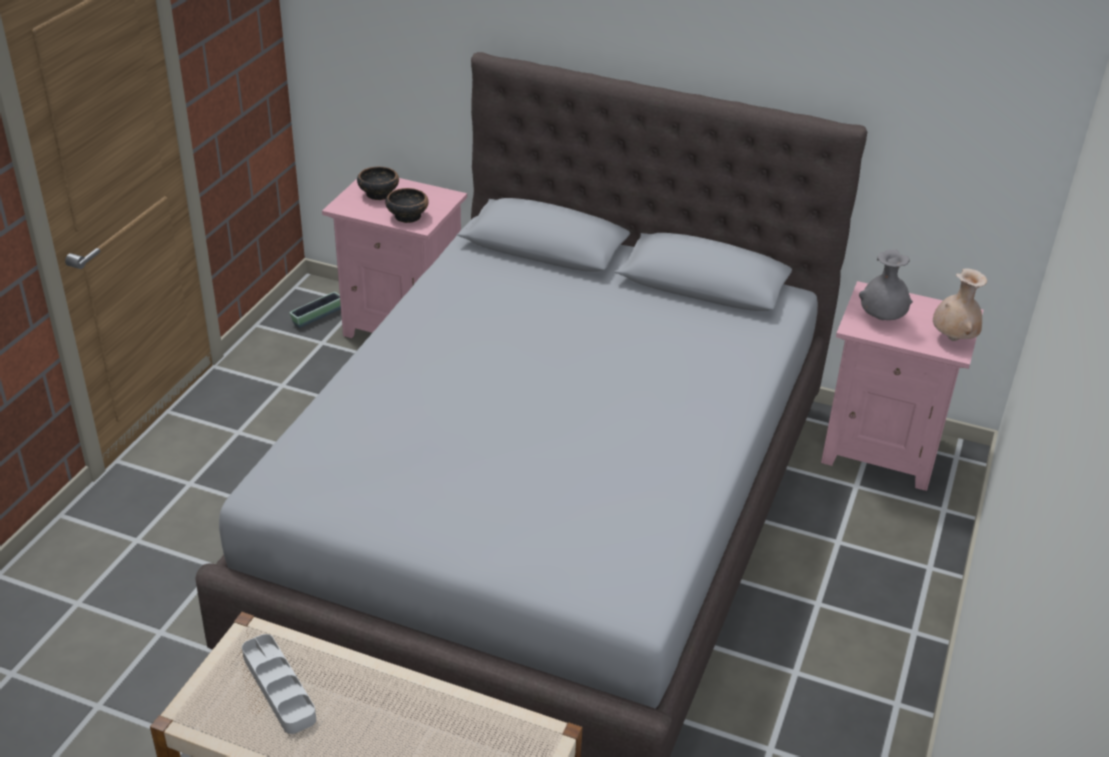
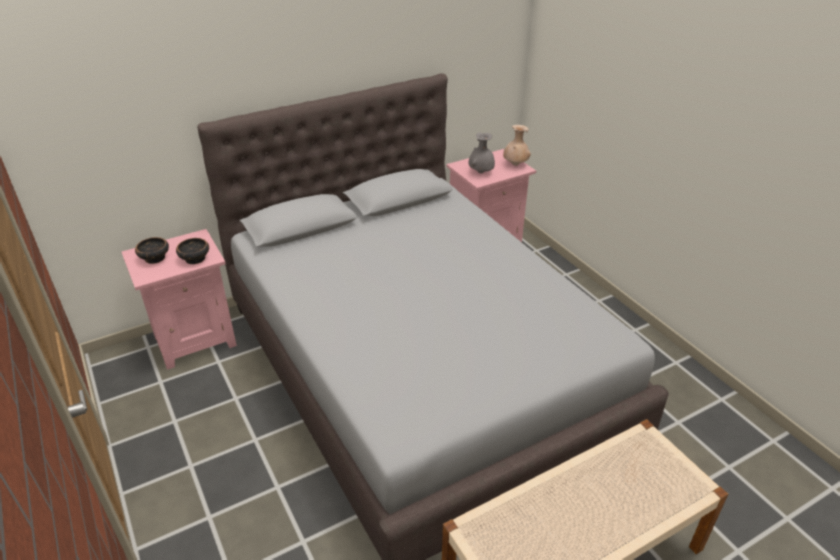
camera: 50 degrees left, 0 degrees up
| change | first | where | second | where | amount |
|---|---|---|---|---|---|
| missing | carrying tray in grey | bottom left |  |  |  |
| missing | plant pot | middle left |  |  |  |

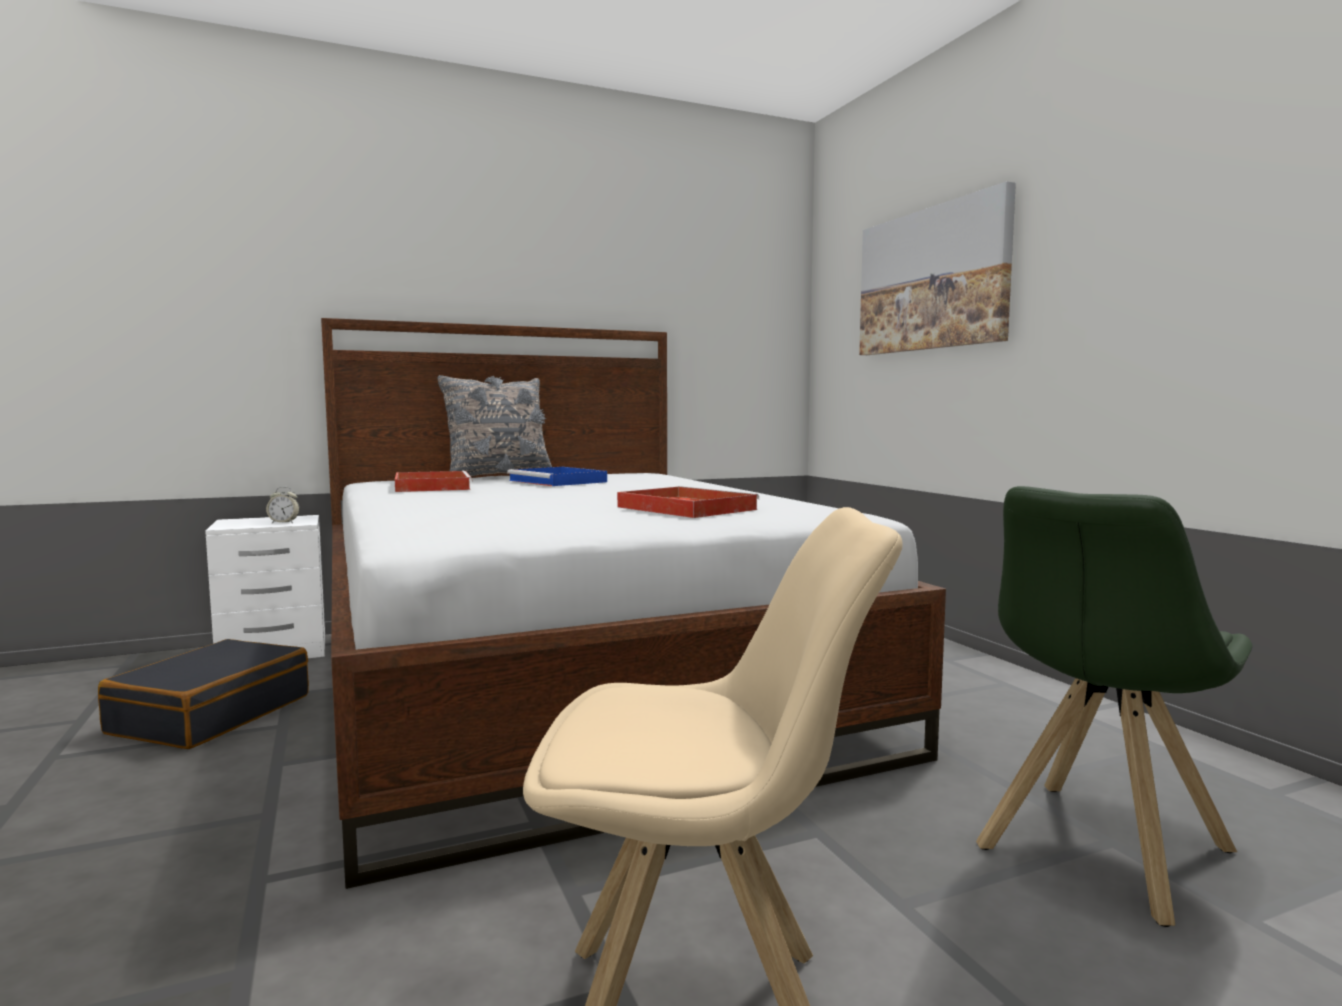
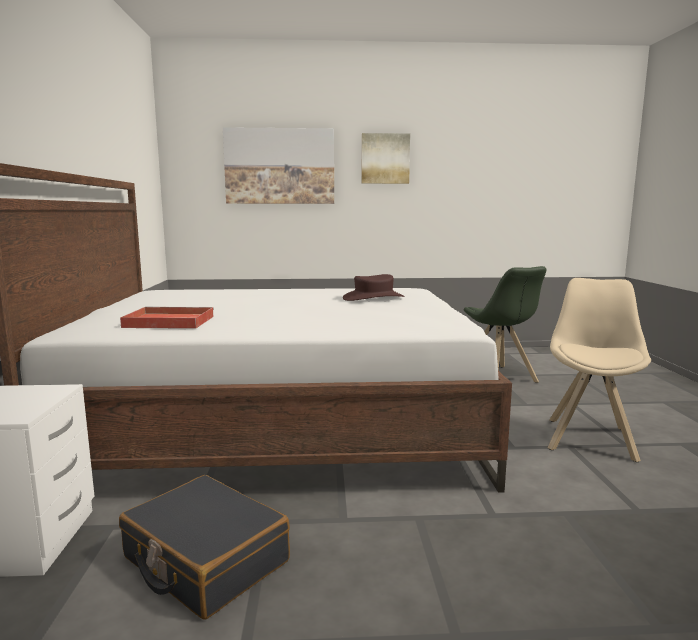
camera: 70 degrees left, 5 degrees up
| change | first | where | second | where | amount |
|---|---|---|---|---|---|
| exchanged | carrying tray in reddish (no. 2 from left) | centre | clothing hat in brown | centre |  |
| appeared |  |  | wall picture (no. 2 from left) | top centre |  |
| missing | alarm clock | middle left |  |  |  |
| missing | throw pillow in grey | centre |  |  |  |
| missing | carrying tray in bluish | centre |  |  |  |

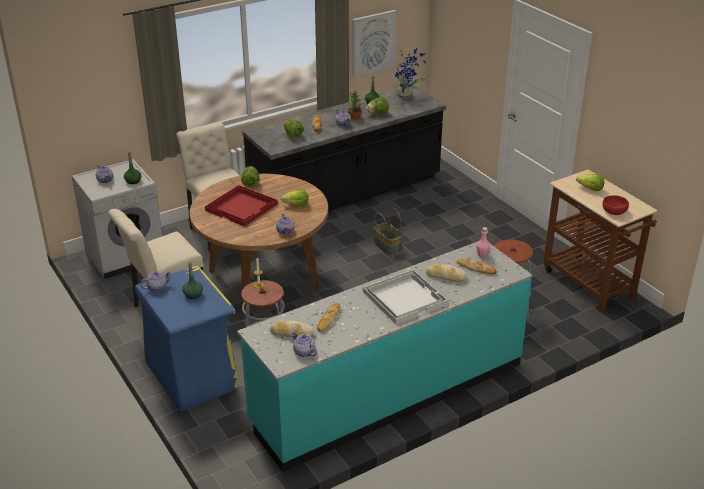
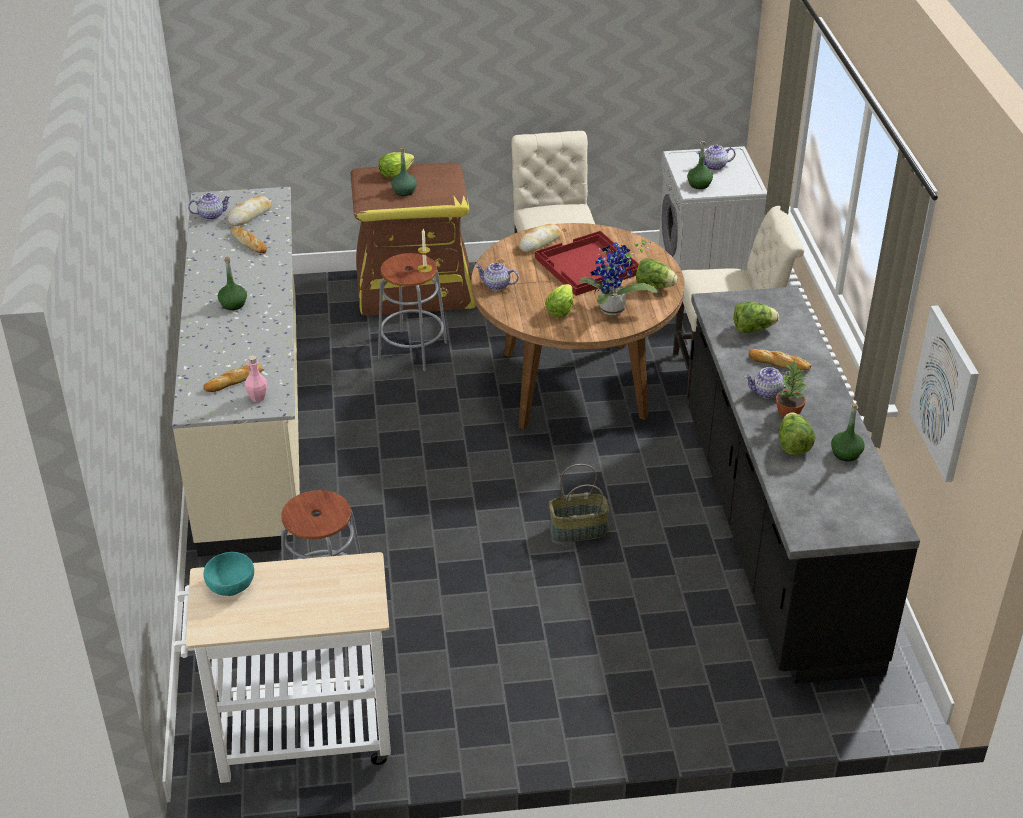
camera: 115 degrees right, 5 degrees up
| change | first | where | second | where | amount |
|---|---|---|---|---|---|
| colour | kitchen counter in blue-green | bottom centre | kitchen counter in beige | middle left |  |
| colour | cart in brown | middle right | cart in whitish | bottom left |  |
| colour | deep dish in reddish | middle right | deep dish in blue-green | bottom left |  |
| exchanged | carrying tray in whitish | centre | beverage bottle in green (no. 1 from left) | middle left |  |
| colour | bedside table in bluish | bottom left | bedside table in brown | top centre |  |
| relocated | lettuce head (no. 5 from left in the first image) | middle right | lettuce head (no. 1 from left) | top centre |  |
| relocated | baked bread (no. 4 from left) | centre |  | top centre |  |
| relocated | potted plant (no. 2 from left in the first image) | top centre | potted plant (no. 1 from left) | centre |  |
| missing | tea pot (no. 2 from left) | middle left |  |  |  |

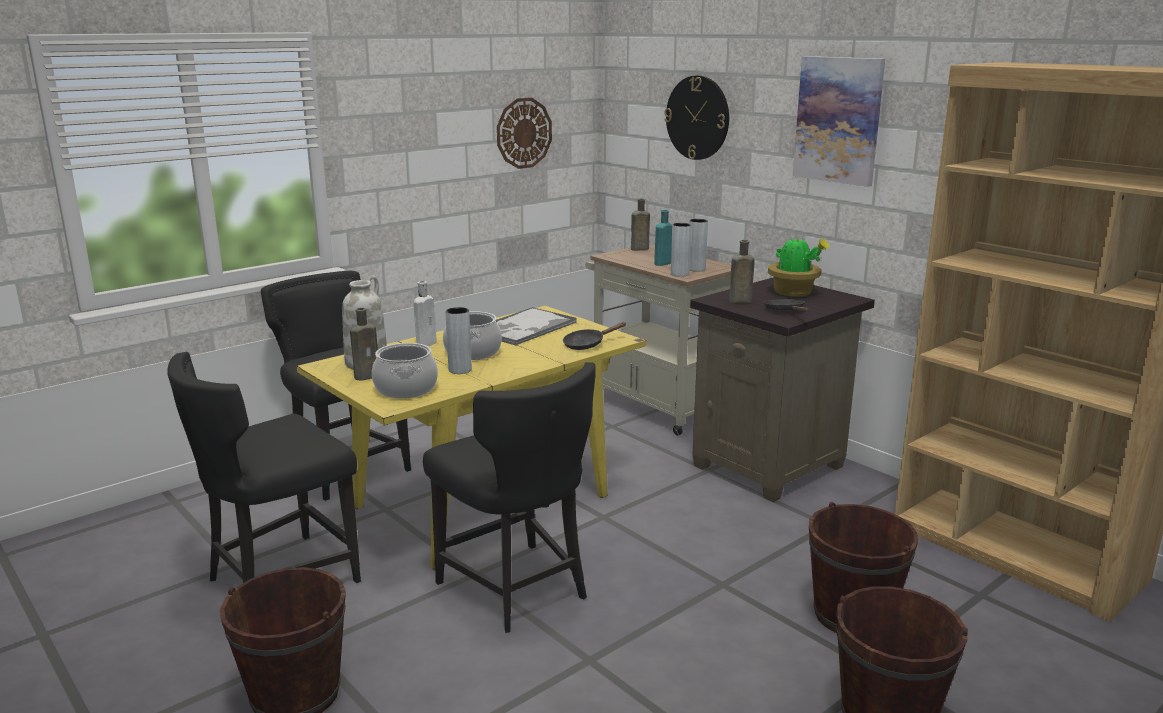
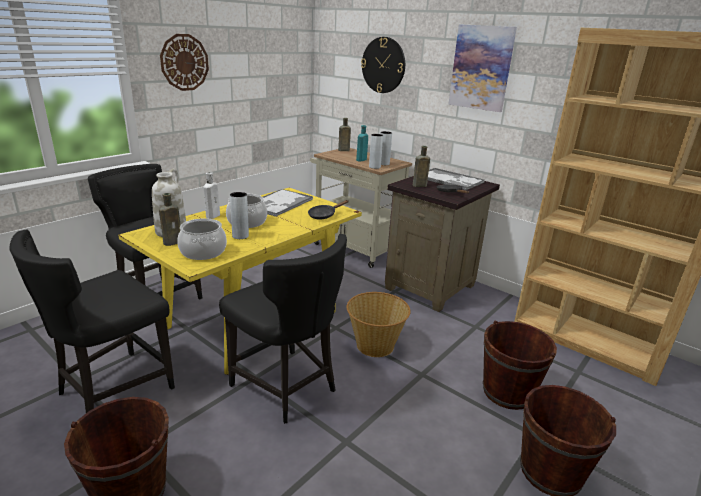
camera: 10 degrees left, 5 degrees up
| change | first | where | second | where | amount |
|---|---|---|---|---|---|
| relocated | wall clock (no. 1 from left) | top centre |  | top left |  |
| appeared |  |  | basket | centre |  |
| exchanged | potted plant | middle right | carrying tray (no. 2 from left) | centre |  |

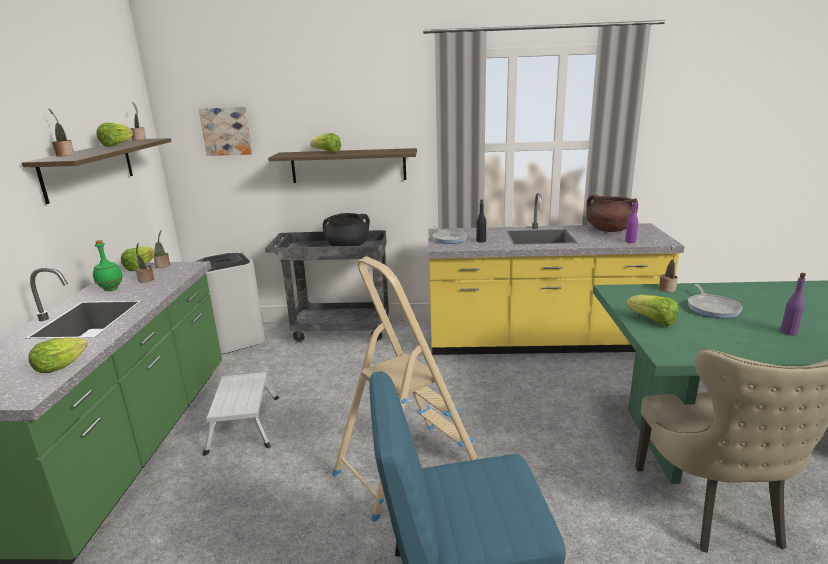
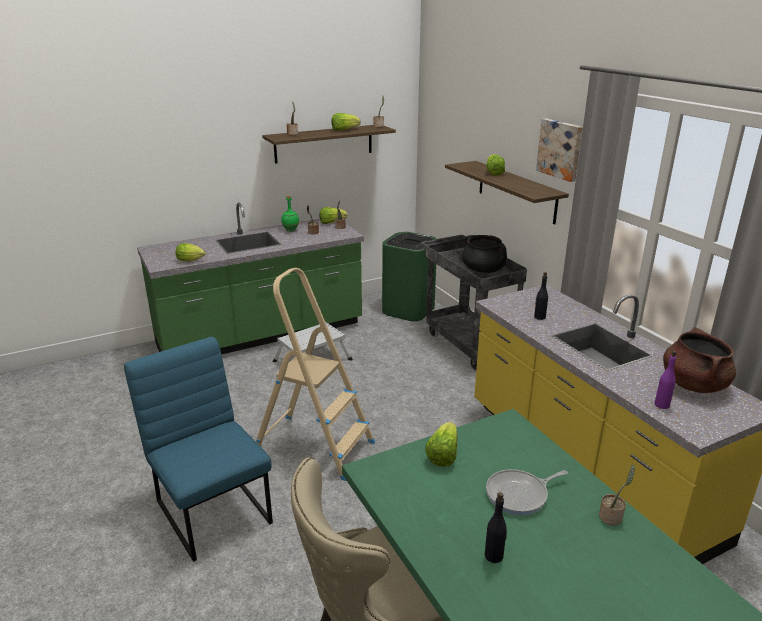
camera: 60 degrees right, 5 degrees up
| change | first | where | second | where | amount |
|---|---|---|---|---|---|
| colour | waste bin in whitish | middle left | waste bin in green | centre |  |
| colour | beverage bottle in purple (no. 2 from left) | middle right | beverage bottle in blackish (no. 1 from left) | bottom centre |  |
| relocated | wall picture | top left |  | top right |  |
| relocated | potted plant (no. 5 from left) | middle right |  | bottom right |  |
| missing | frying pan (no. 1 from left) | centre |  |  |  |

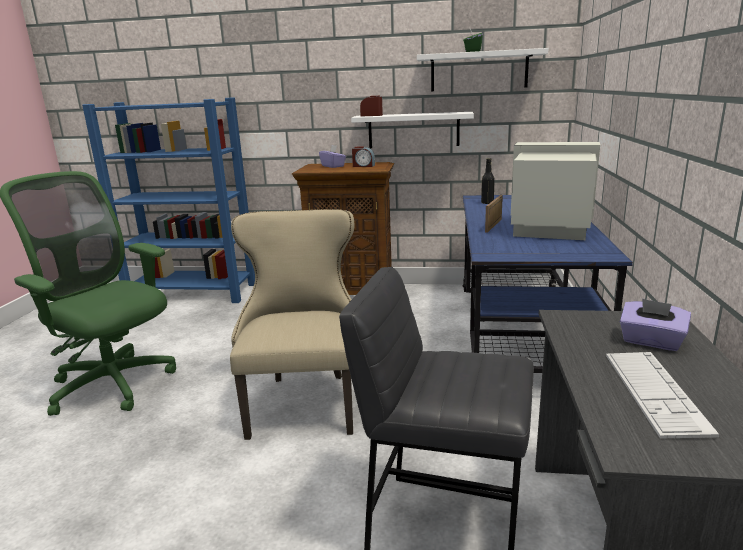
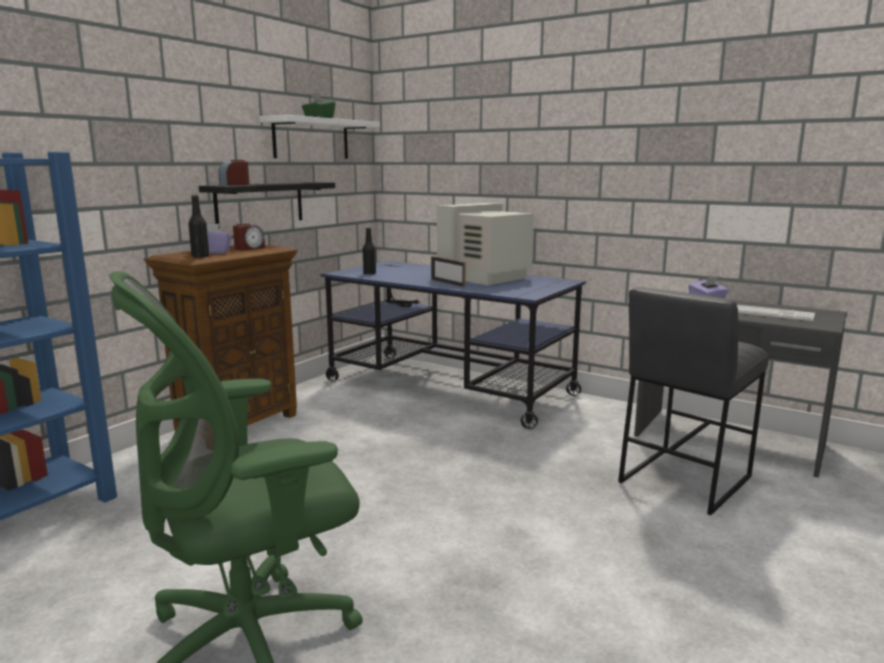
camera: 65 degrees left, 5 degrees down
| change | first | where | second | where | amount |
|---|---|---|---|---|---|
| appeared |  |  | beverage bottle in blackish (no. 1 from left) | middle left |  |
| colour | bracket shelf in whitish (no. 1 from left) | top centre | bracket shelf in blackish | top left |  |
| missing | upright chair in beige | centre |  |  |  |

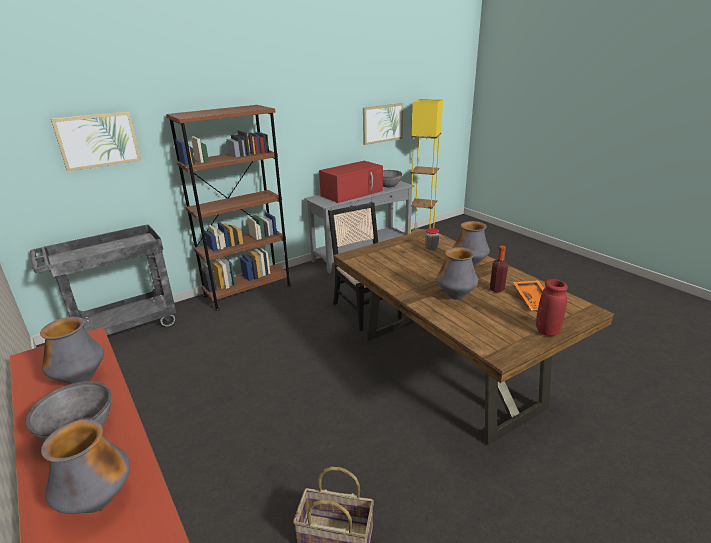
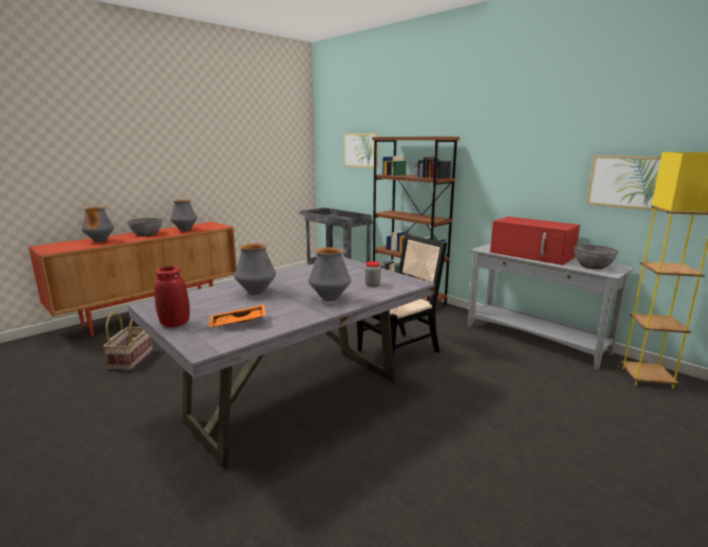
camera: 80 degrees right, 10 degrees down
| change | first | where | second | where | amount |
|---|---|---|---|---|---|
| colour | dinner table in brown | middle right | dinner table in grey | centre |  |
| missing | beverage bottle | middle right |  |  |  |

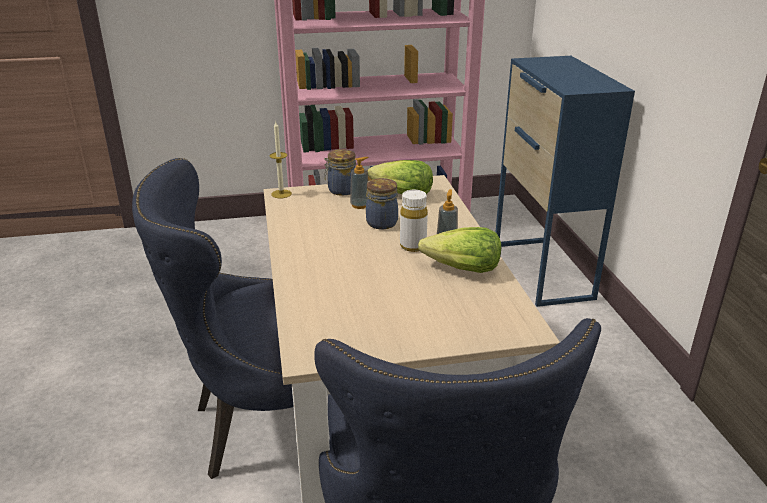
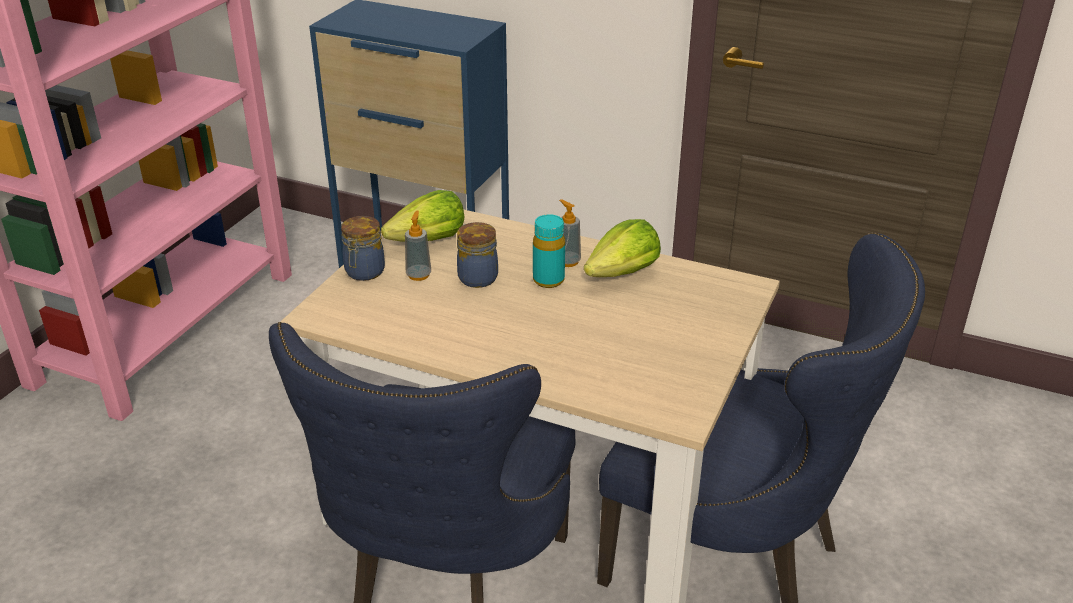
camera: 55 degrees left, 5 degrees up
| change | first | where | second | where | amount |
|---|---|---|---|---|---|
| colour | beverage bottle in whitish | centre | beverage bottle in blue-green | centre |  |
| missing | candle | top centre |  |  |  |

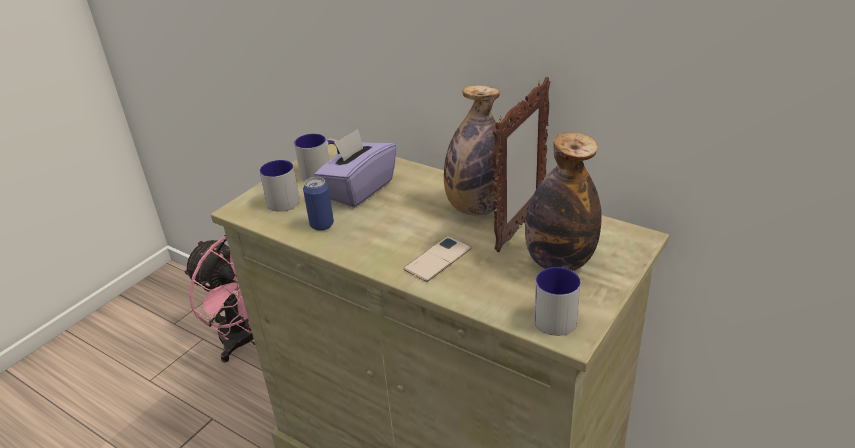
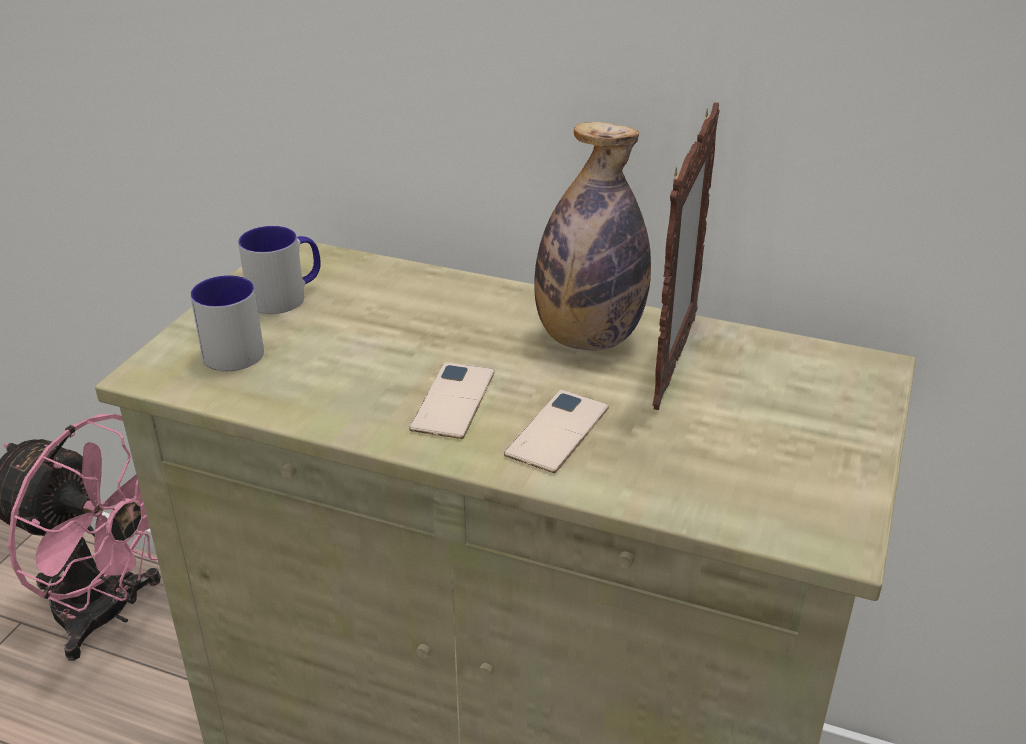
camera: 15 degrees left, 0 degrees up
| change | first | where | second | where | amount |
|---|---|---|---|---|---|
| appeared |  |  | telephone (no. 1 from left) | centre |  |
| missing | can | centre |  |  |  |
| missing | tissue box in purple | centre |  |  |  |
| missing | beverage bottle (no. 2 from left) | centre |  |  |  |
| missing | mug (no. 3 from left) | bottom centre |  |  |  |

